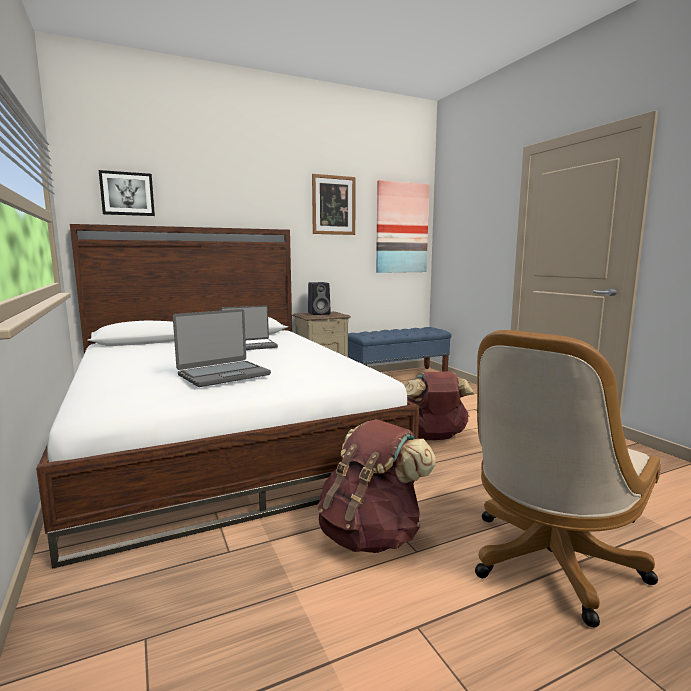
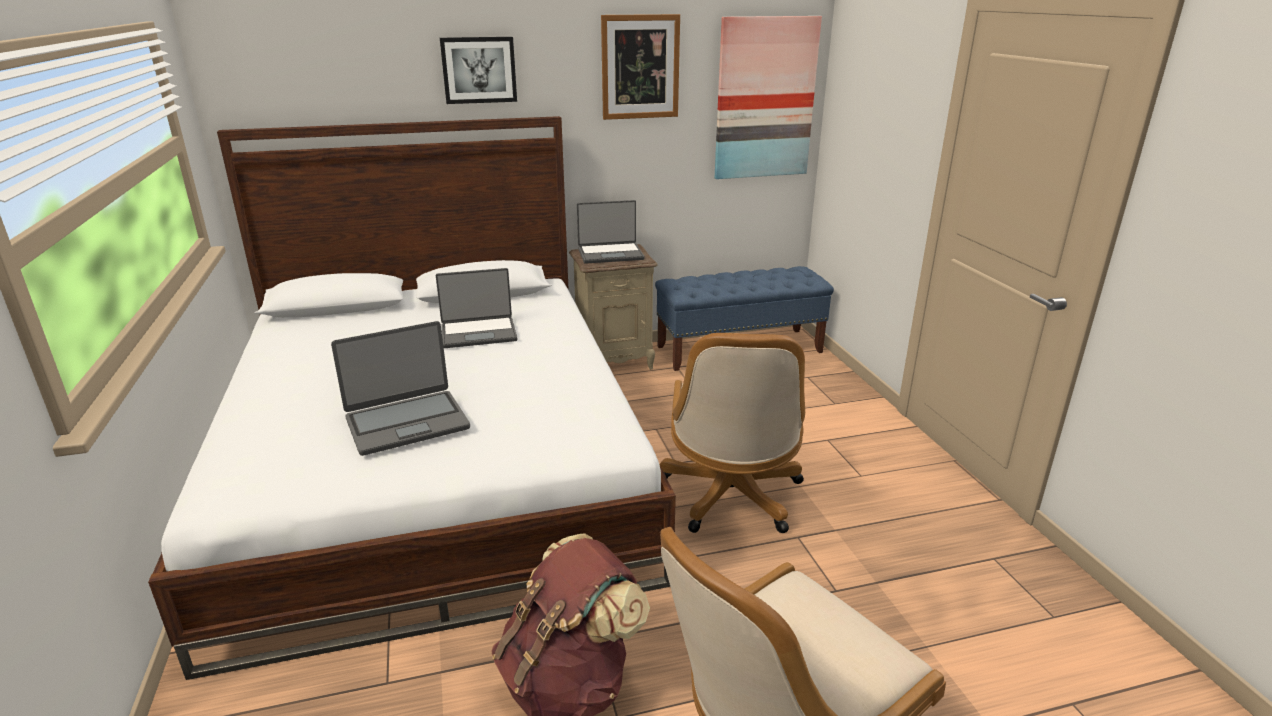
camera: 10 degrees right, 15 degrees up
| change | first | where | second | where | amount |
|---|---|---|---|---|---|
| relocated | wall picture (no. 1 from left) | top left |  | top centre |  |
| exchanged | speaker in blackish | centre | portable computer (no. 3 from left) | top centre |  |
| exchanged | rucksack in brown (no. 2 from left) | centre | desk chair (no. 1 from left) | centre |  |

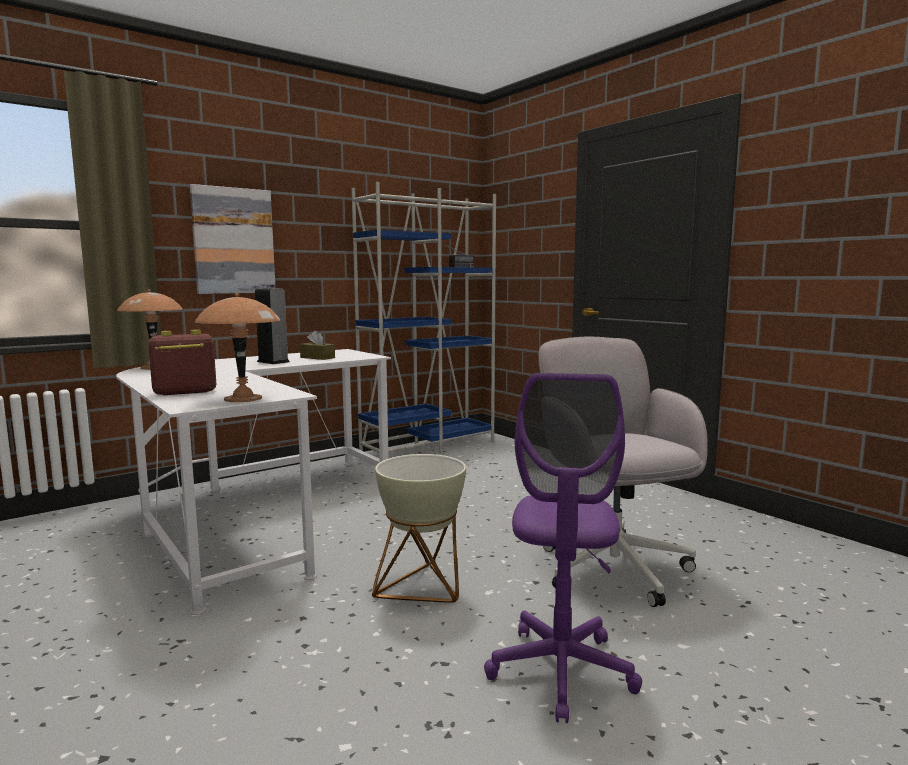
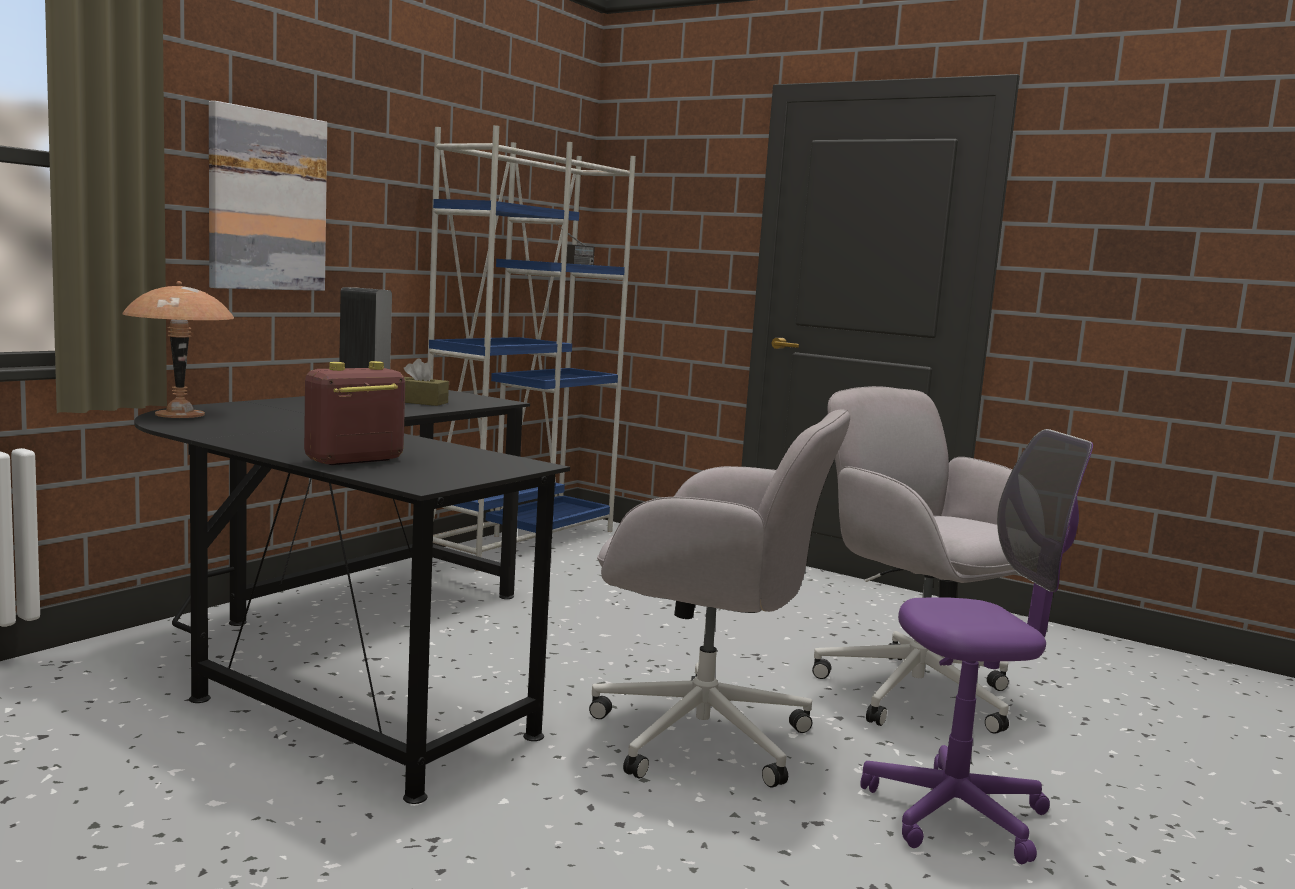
camera: 20 degrees left, 0 degrees up
| change | first | where | second | where | amount |
|---|---|---|---|---|---|
| colour | desk in whitish | middle left | desk in blackish | bottom left |  |
| exchanged | plant pot | bottom centre | desk chair in grey (no. 1 from left) | bottom centre |  |
| spun | desk chair in purple | bottom centre |  | bottom right | 90 degrees counterclockwise |
| missing | lamp for a table in brown (no. 2 from left) | middle left |  |  |  |

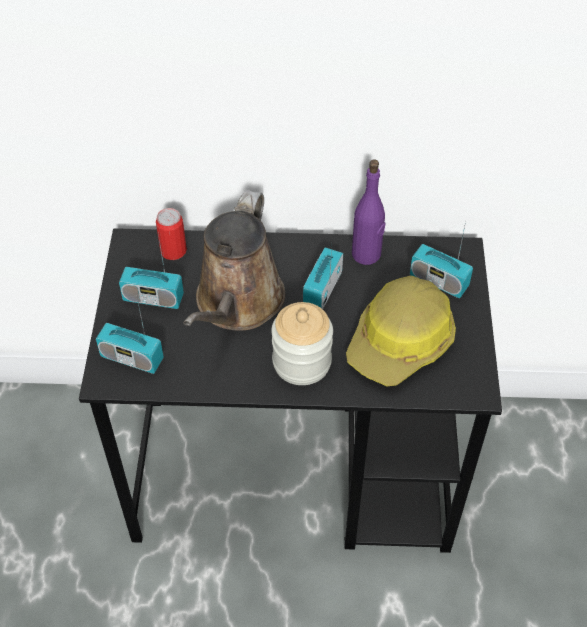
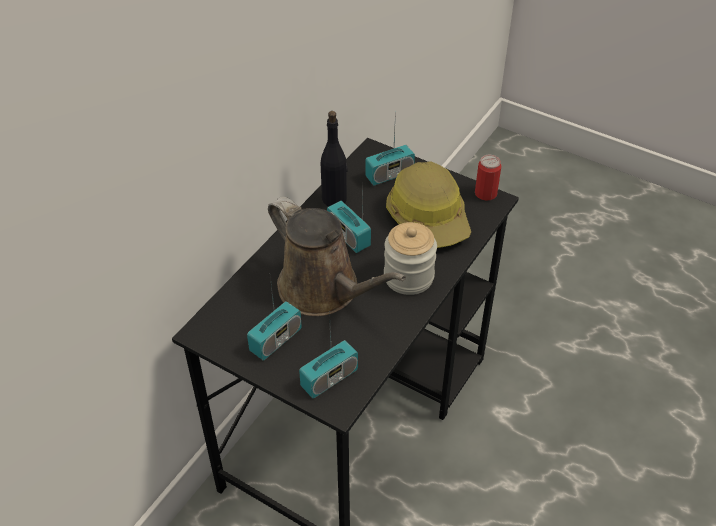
camera: 60 degrees left, 5 degrees down
| change | first | where | second | where | amount |
|---|---|---|---|---|---|
| colour | beverage bottle in purple | centre | beverage bottle in blackish | top centre |  |
| relocated | can | middle left |  | middle right |  |

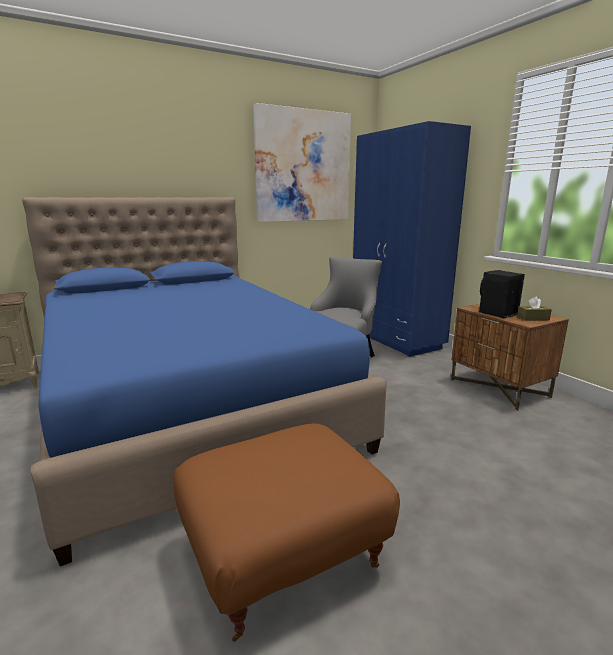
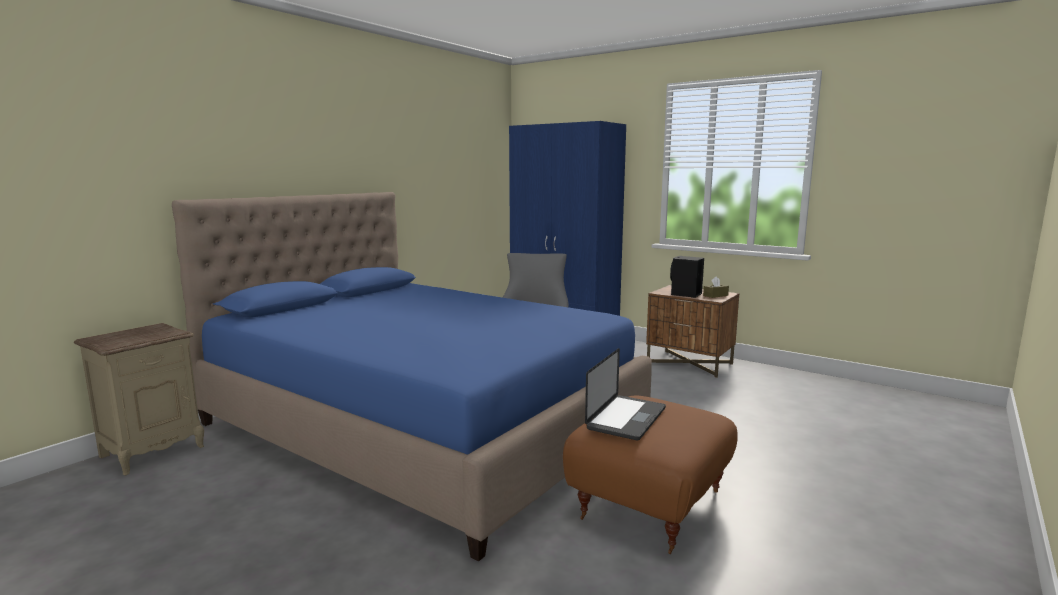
camera: 25 degrees left, 5 degrees down
| change | first | where | second | where | amount |
|---|---|---|---|---|---|
| appeared |  |  | portable computer | centre |  |
| missing | wall picture | top centre |  |  |  |

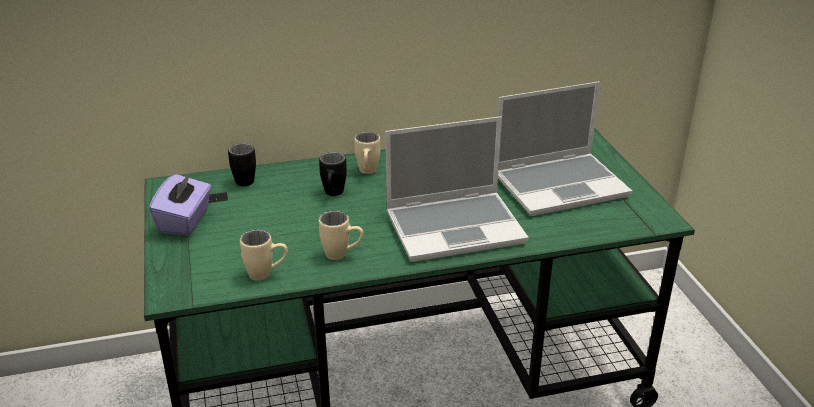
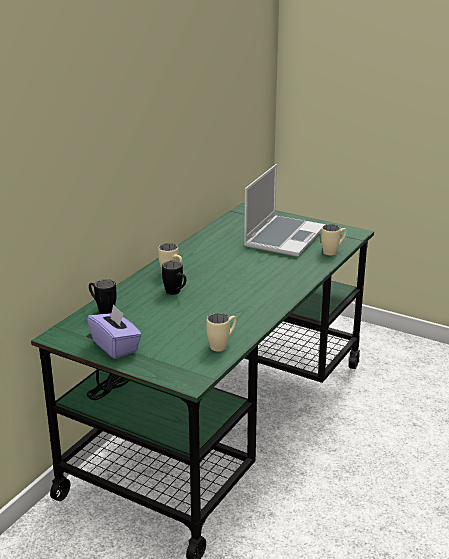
camera: 45 degrees left, 5 degrees down
| change | first | where | second | where | amount |
|---|---|---|---|---|---|
| relocated | mug in beige (no. 2 from left in the first image) | centre | mug in beige (no. 3 from left) | middle right |  |
| missing | portable computer (no. 1 from left) | centre |  |  |  |

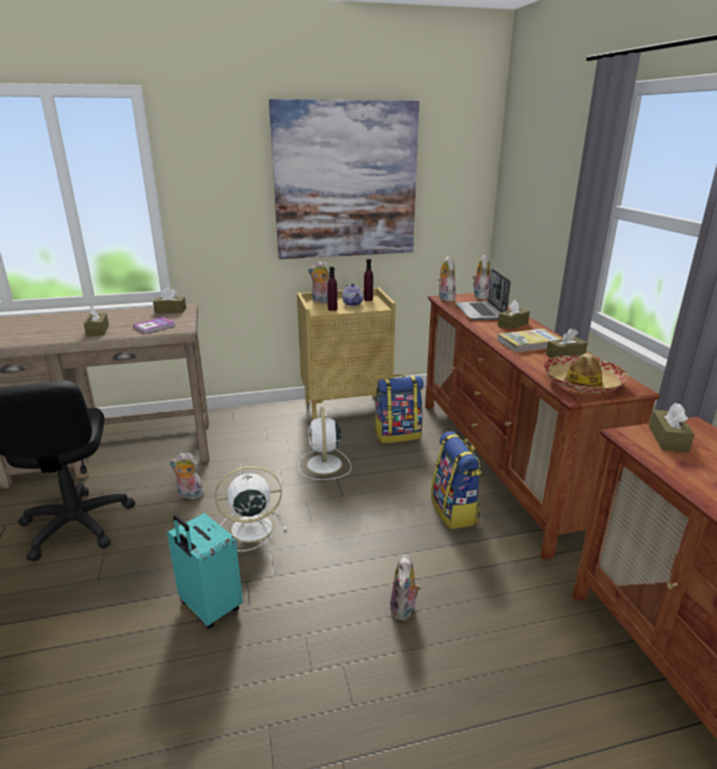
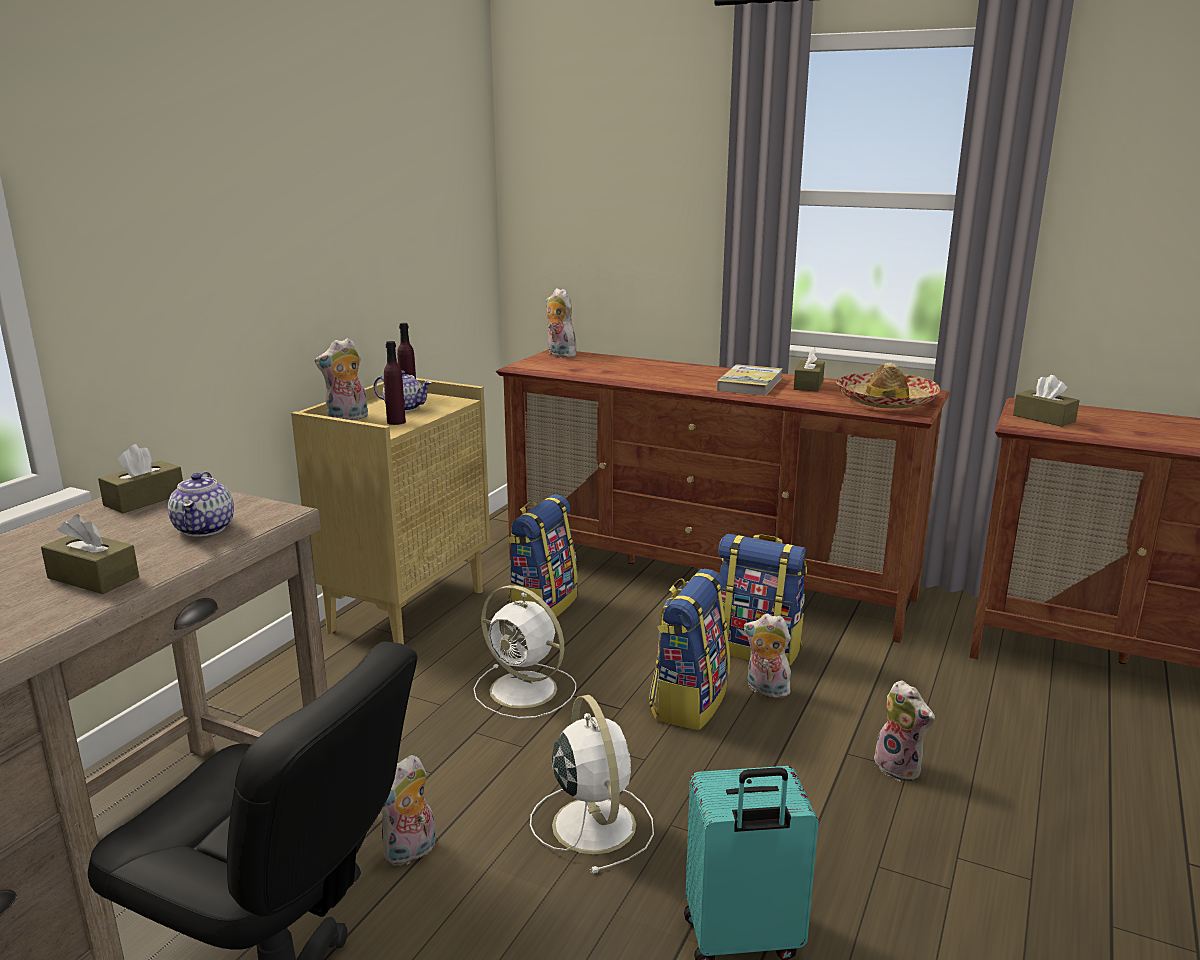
camera: 50 degrees left, 5 degrees down
| change | first | where | second | where | amount |
|---|---|---|---|---|---|
| exchanged | volume (no. 1 from left) | middle left | tea pot (no. 1 from left) | middle left |  |
| spun | fan in whitish (no. 1 from left in the first image) | centre | fan in whitish (no. 2 from left) | bottom centre | 135 degrees clockwise |
| appeared |  |  | rucksack (no. 2 from left) | bottom centre |  |
| relocated | cuddly toy (no. 4 from left) | centre |  | bottom centre |  |
| missing | wall picture | top centre |  |  |  |
| missing | portable computer | middle right |  |  |  |
| missing | tissue box in brown (no. 3 from left) | middle right |  |  |  |

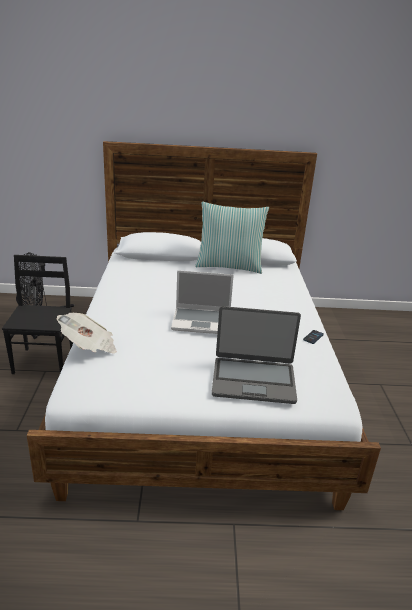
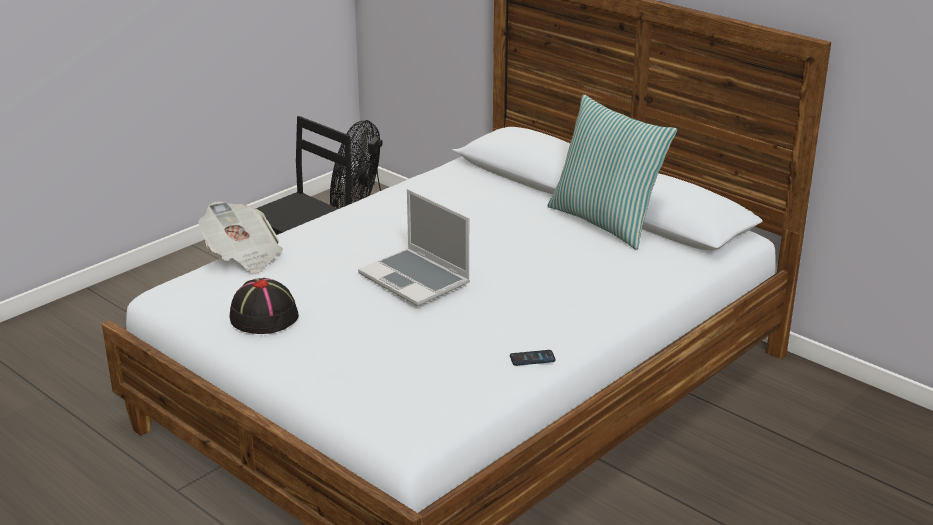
camera: 45 degrees right, 0 degrees up
| change | first | where | second | where | amount |
|---|---|---|---|---|---|
| appeared |  |  | clothing hat in blackish | middle left |  |
| missing | portable computer (no. 2 from left) | centre |  |  |  |

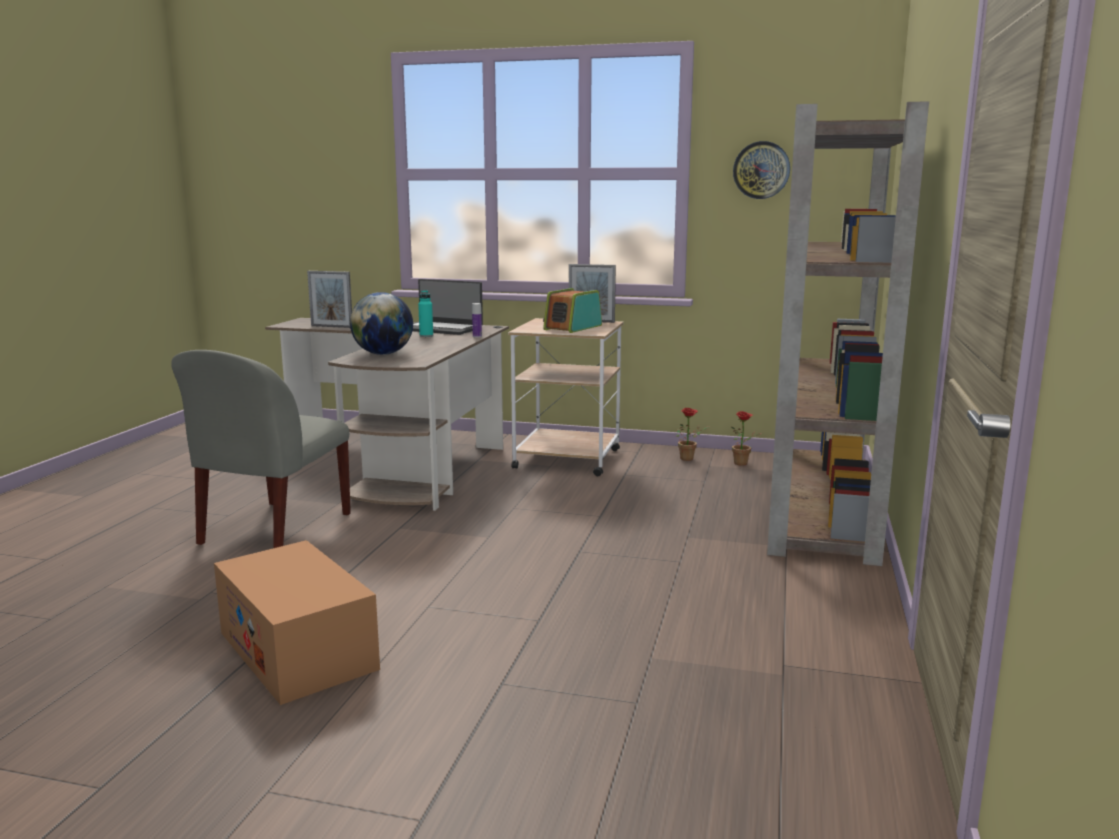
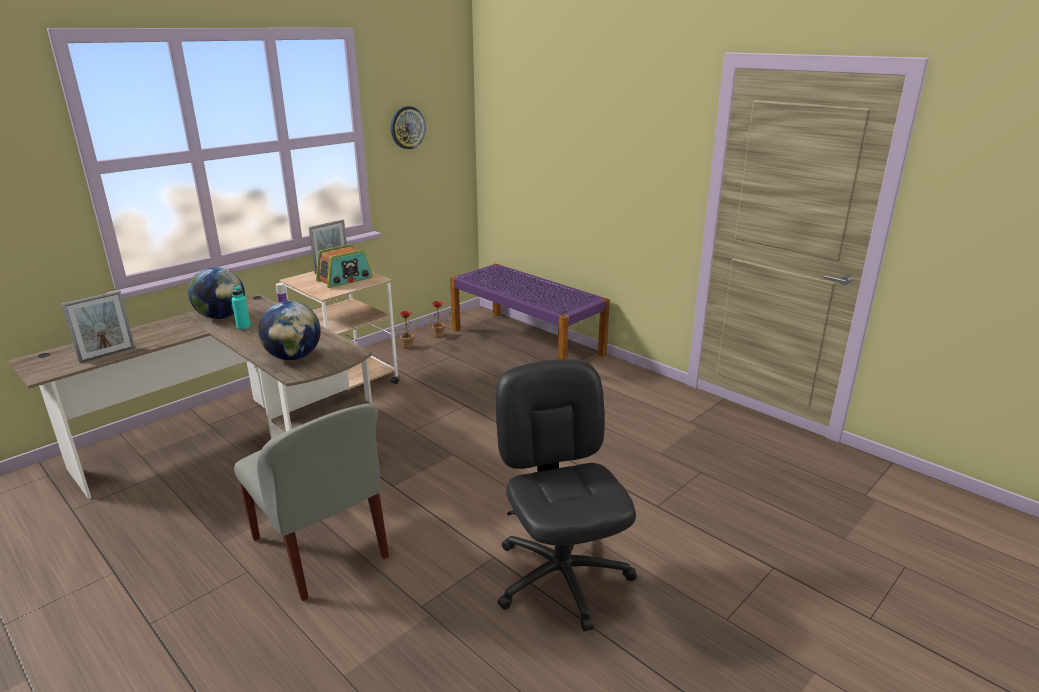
camera: 60 degrees left, 10 degrees up
| change | first | where | second | where | amount |
|---|---|---|---|---|---|
| exchanged | portable computer | centre | globe (no. 1 from left) | middle left |  |
| spun | radio | centre |  | middle left | 105 degrees counterclockwise |
| exchanged | bookcase in brown | middle right | bench in purple | centre |  |
| exchanged | cardboard box | bottom left | desk chair in blackish | bottom centre |  |

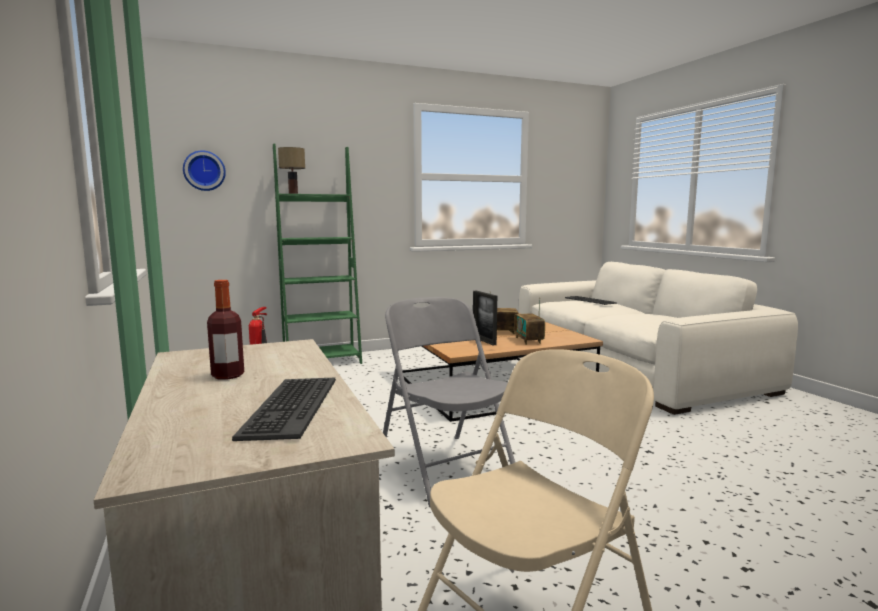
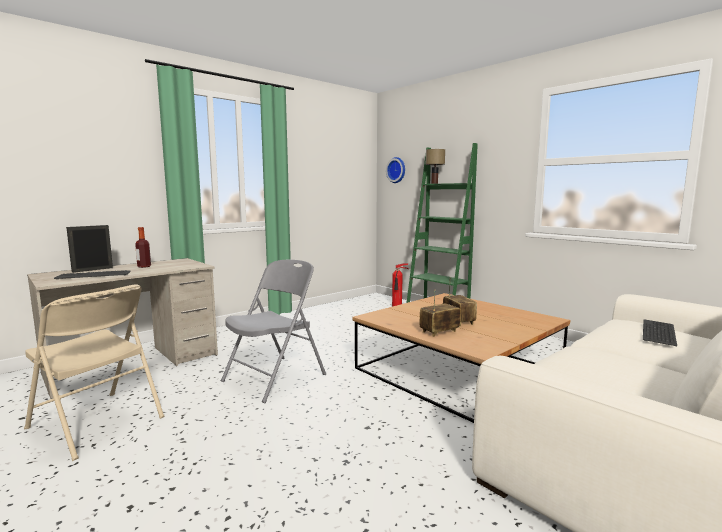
camera: 70 degrees right, 0 degrees up
| change | first | where | second | where | amount |
|---|---|---|---|---|---|
| relocated | picture frame | centre |  | middle left |  |

